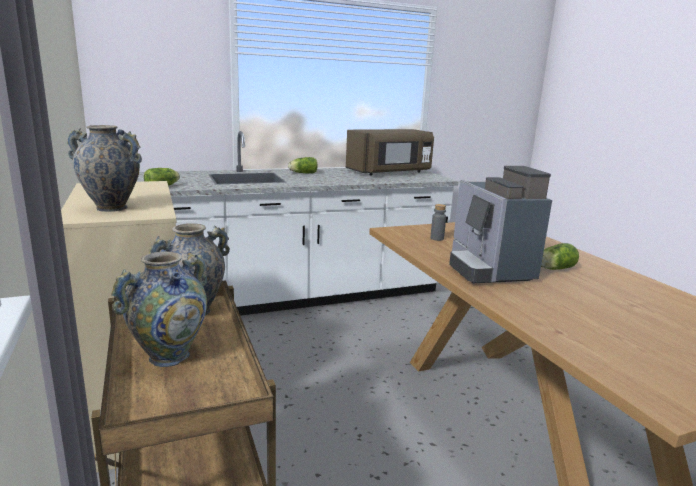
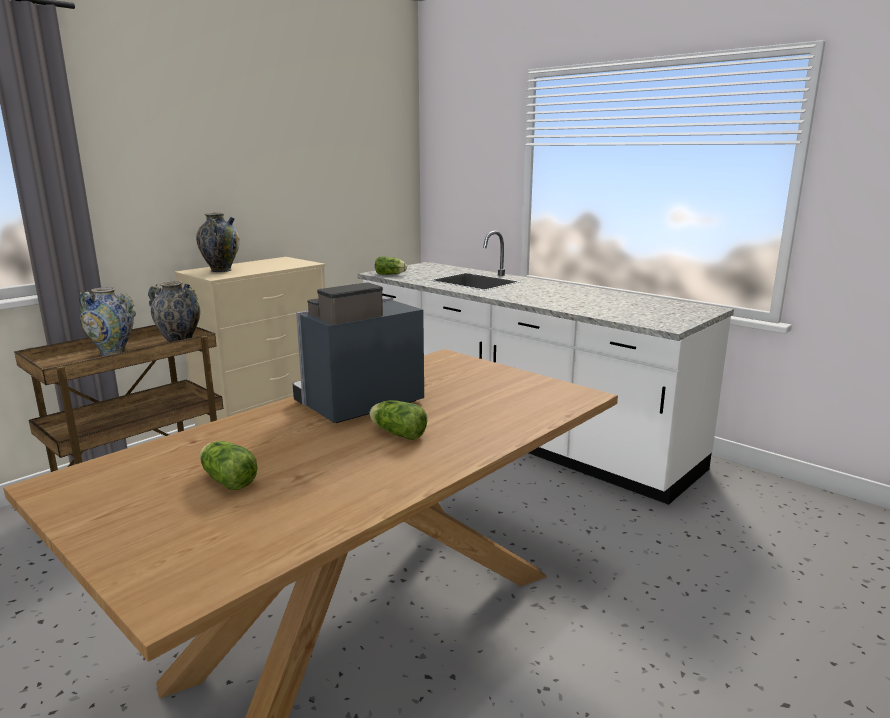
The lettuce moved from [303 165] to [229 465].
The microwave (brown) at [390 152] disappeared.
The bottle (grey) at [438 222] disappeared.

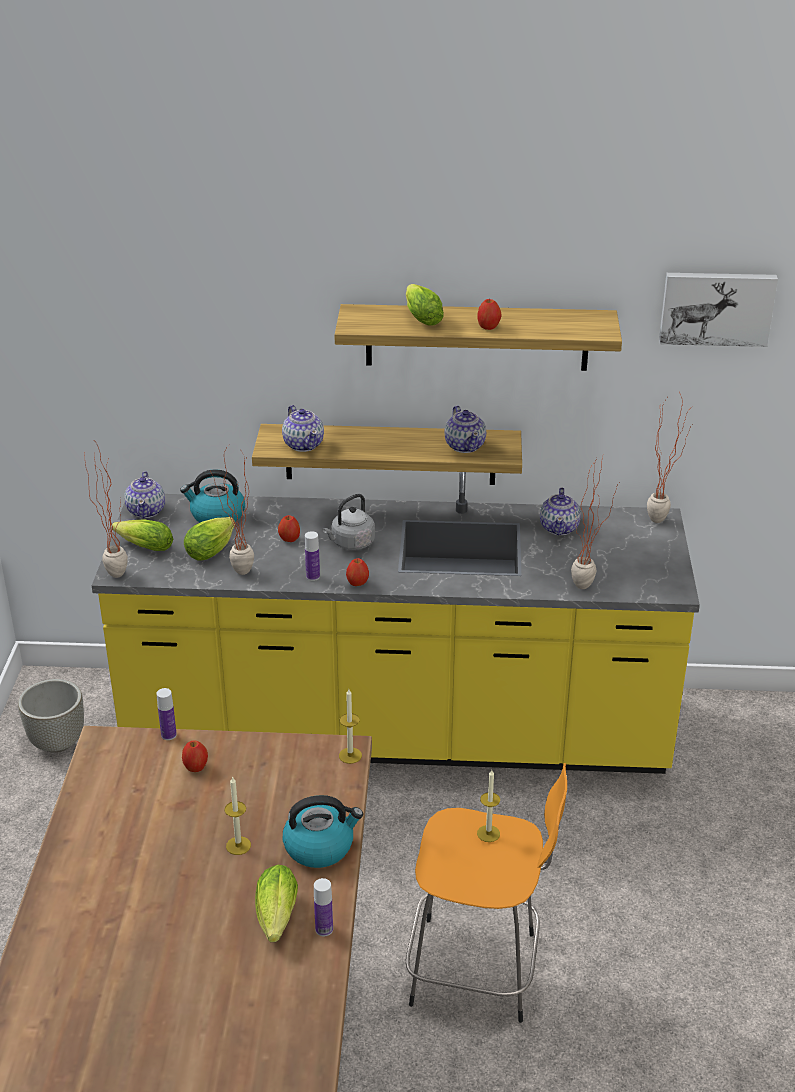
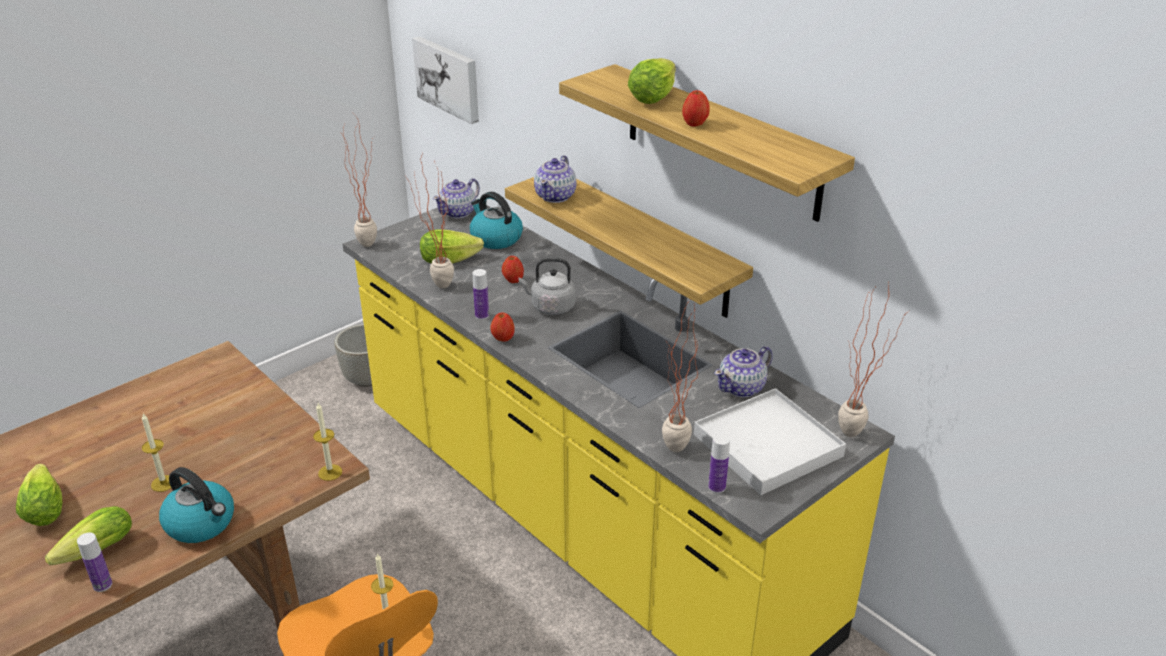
The lettuce moved from [142 535] to [39 495].
The bottle moved from [166 714] to [719 463].
The apple at [195 756] disappeared.
The teapot at [465 429] disappeared.
The picture moved from [718 310] to [445 80].
The tray (white) at [770 441] appeared.

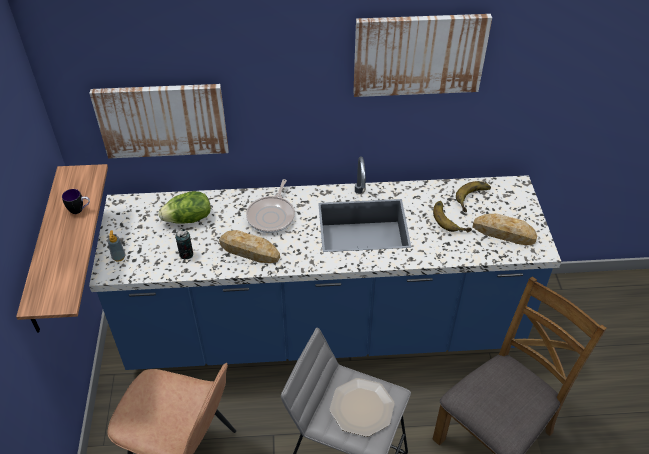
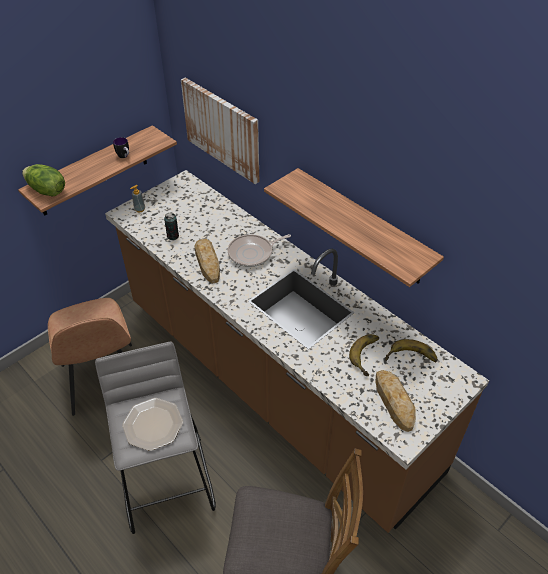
The counter (blue) at [325 263] became the counter (brown) at [297 351].
The lettuce moved from [185 207] to [43 180].
The picture at [422 55] disappeared.
The shelf at [354 227] appeared.

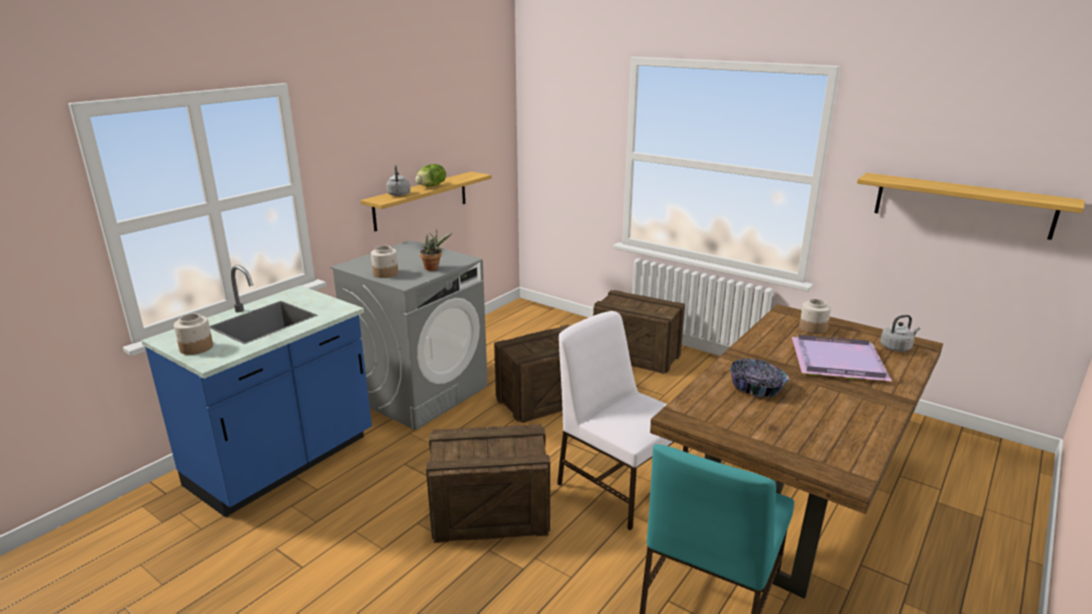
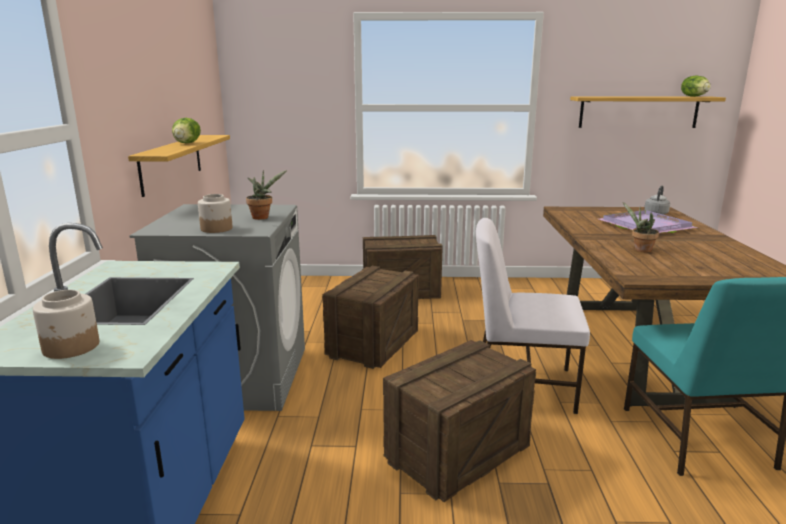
The kettle (grey) at [398 180] disappeared.
The bowl at [759 378] was replaced by the potted plant at [641 227].
The jar at [815 316] disappeared.
The lettuce at [696 86] appeared.

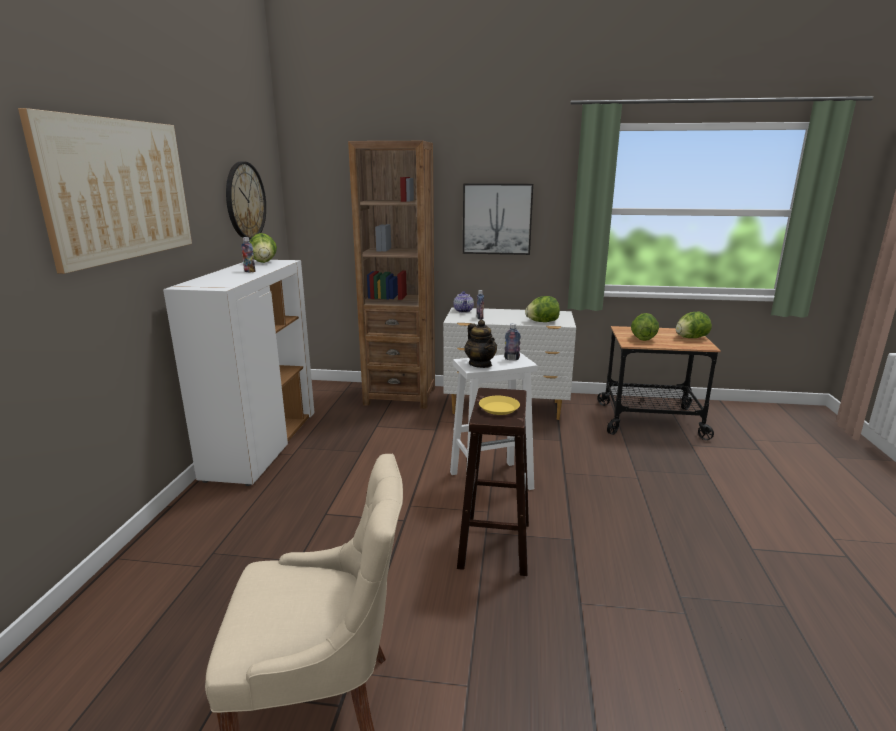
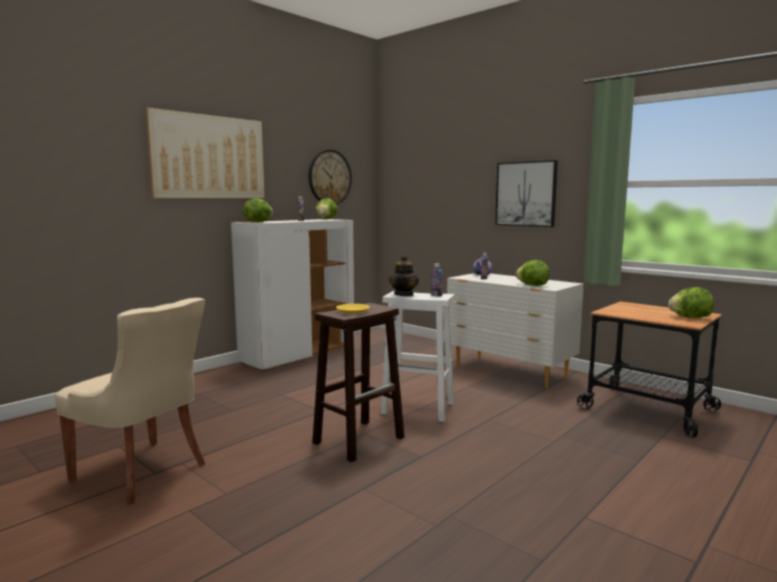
The bookcase (brown) at [391 275] disappeared.
The lettuce moved from [645 327] to [258 210].

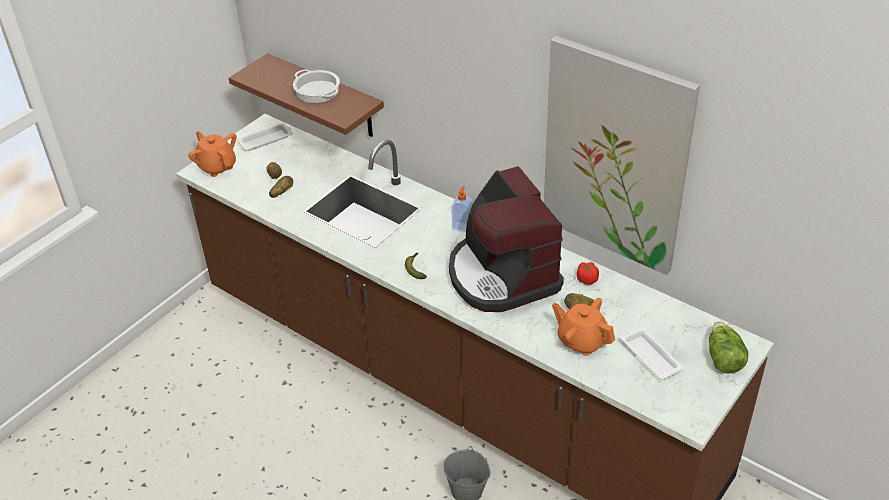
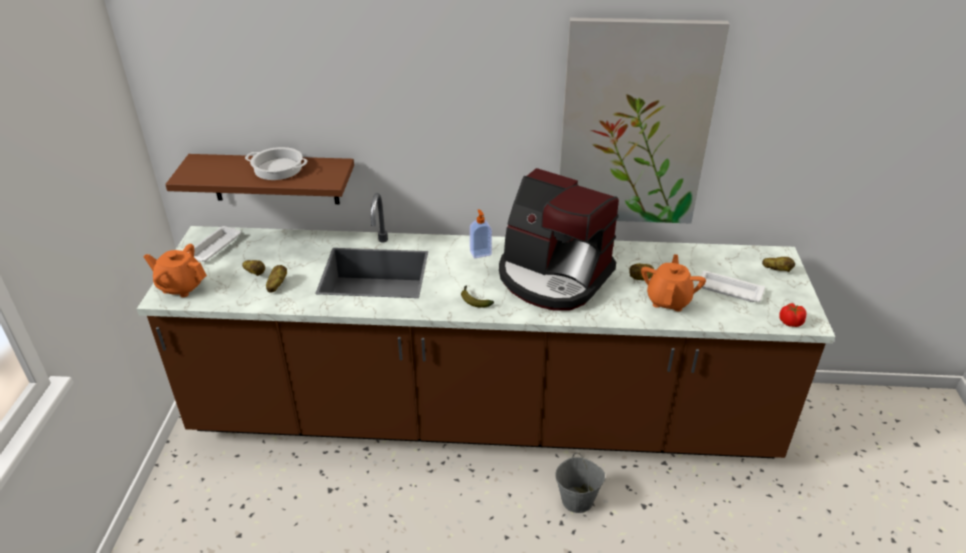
The teapot (orange) at [583 327] turned 105 degrees clockwise.
The tomato moved from [588 273] to [792 315].
The lettuce at [728 348] was replaced by the potato at [778 264].

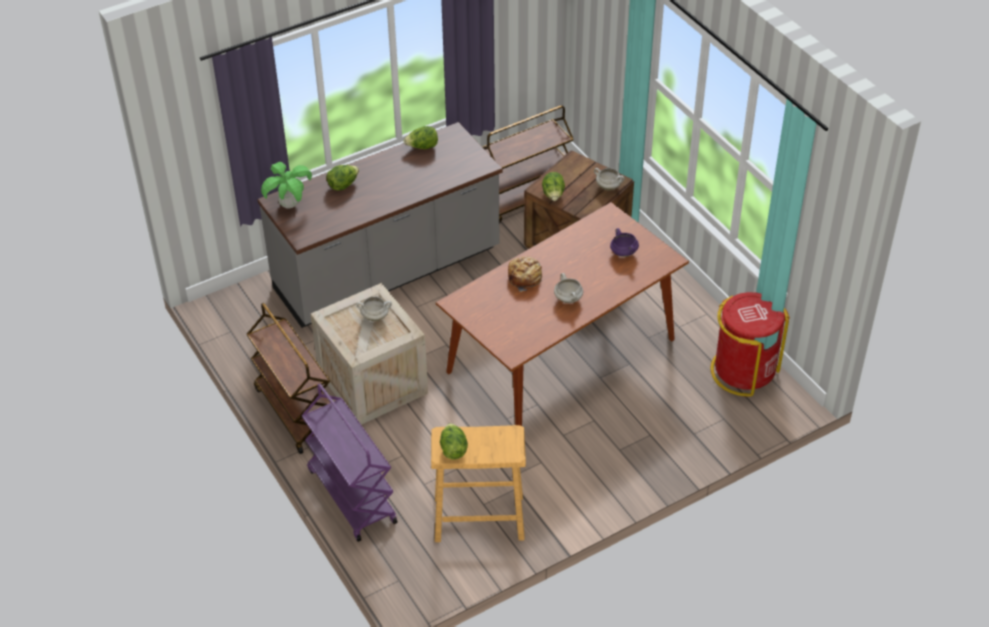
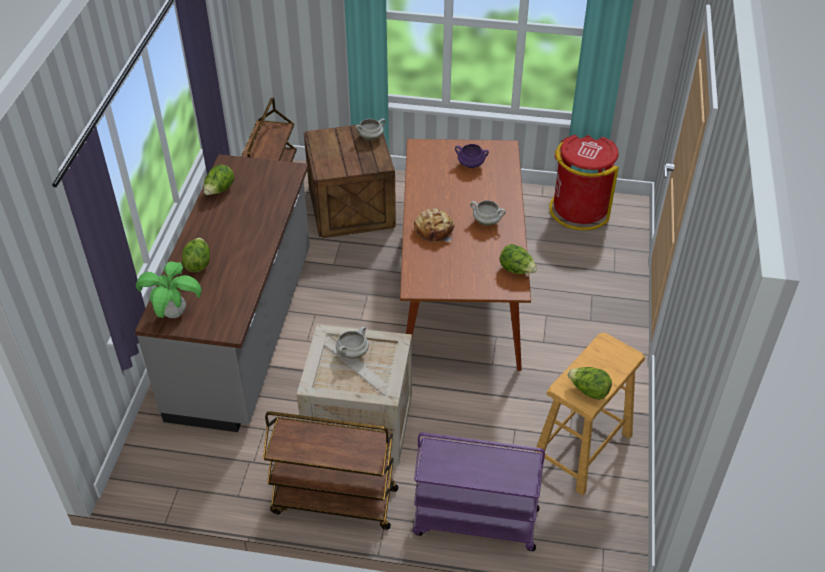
The lettuce moved from [553 186] to [518 259].

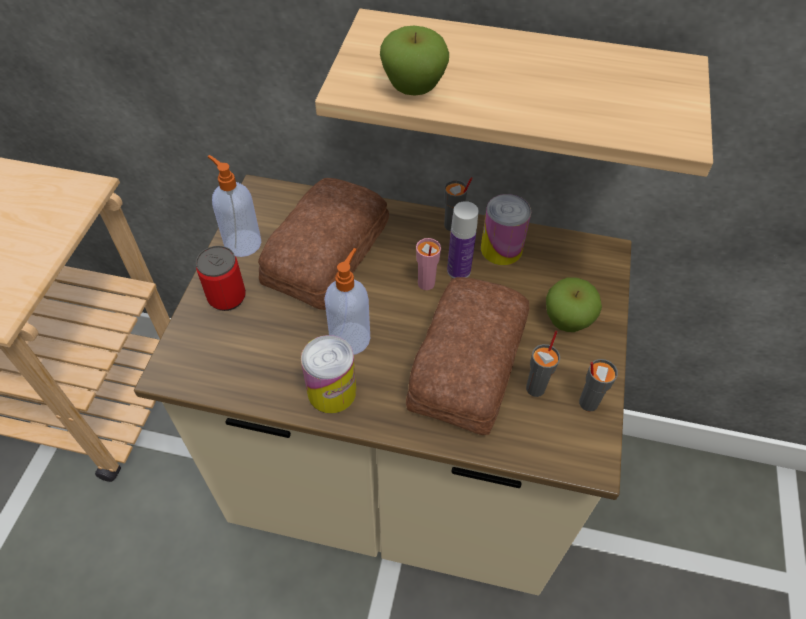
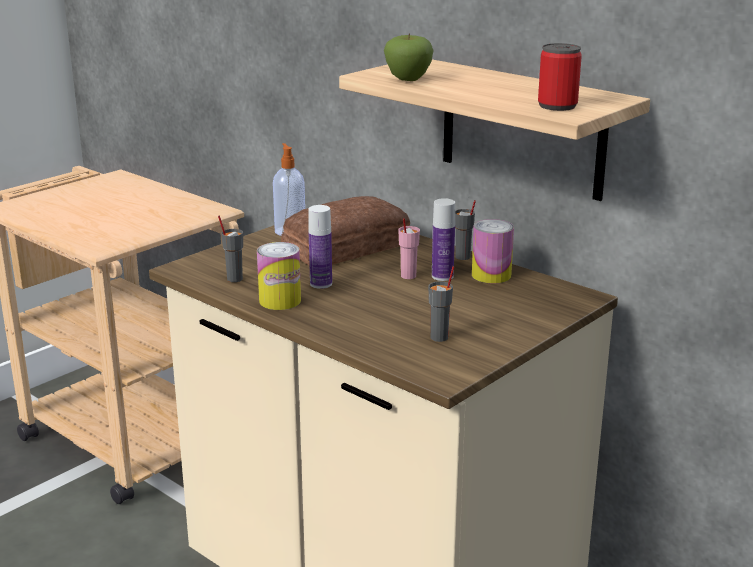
The can moved from [221 278] to [560 77].
The soap dispenser at [347 301] was replaced by the bottle at [320 247].
The bread at [467 356] disappeared.
The apple at [574 304] disappeared.
The cup (grey) moved from [598 385] to [230 249].

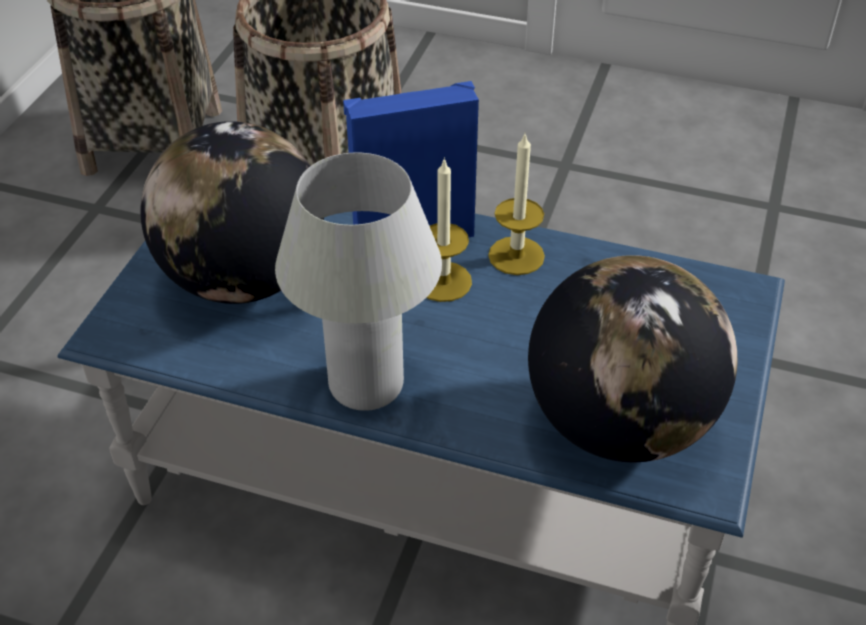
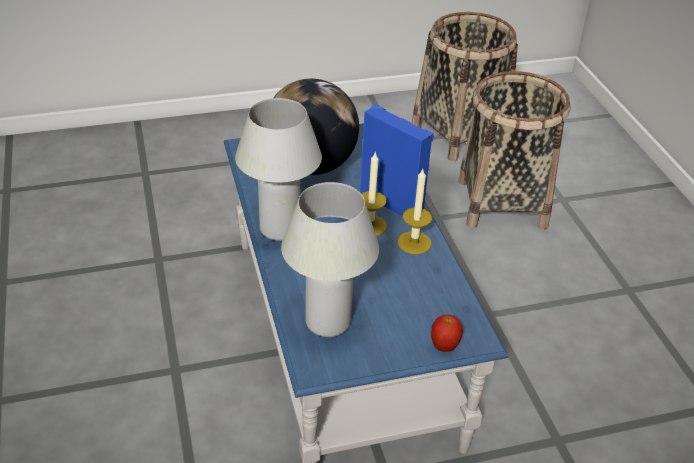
The globe at [633 358] was replaced by the table lamp (white) at [330 259].
The apple at [447 333] appeared.

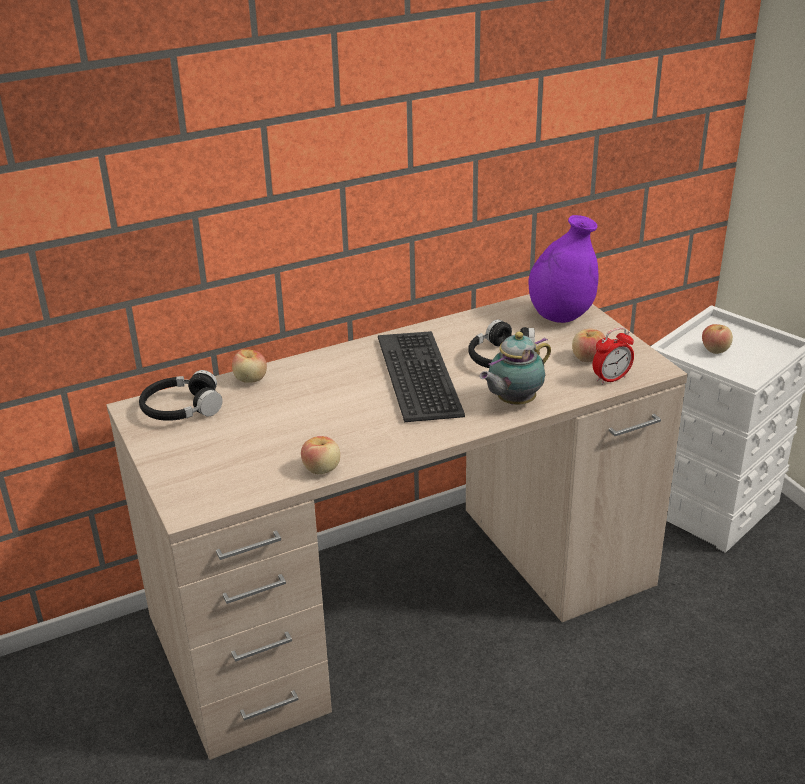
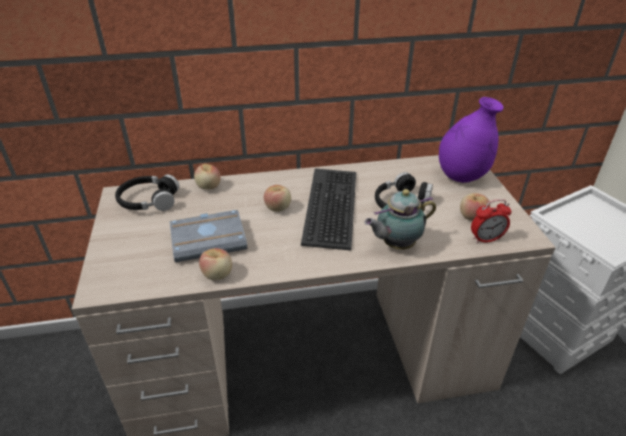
The apple moved from [717 339] to [277 198].
The book (grey) at [208 236] appeared.

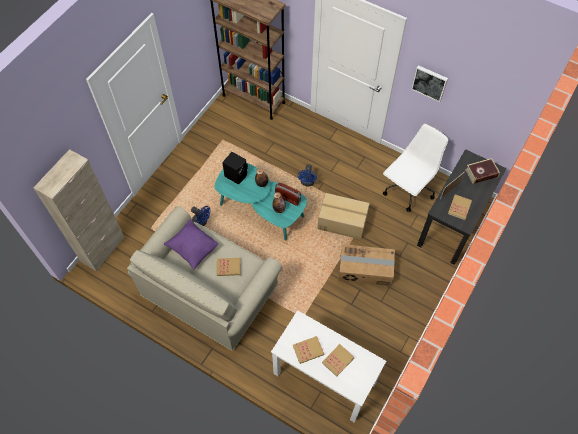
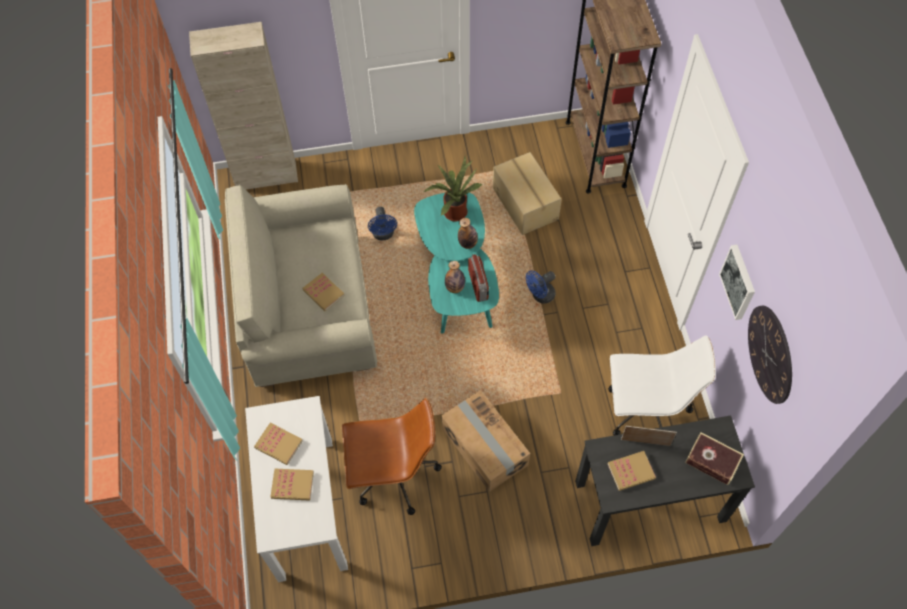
The pillow (purple) at [191 244] disappeared.
The speaker (black) at [235 168] was replaced by the potted plant at [453 189].
The cardboard box moved from [343 216] to [527 193].
The office chair (brown) at [392 456] appeared.
The wall clock at [770 355] appeared.

